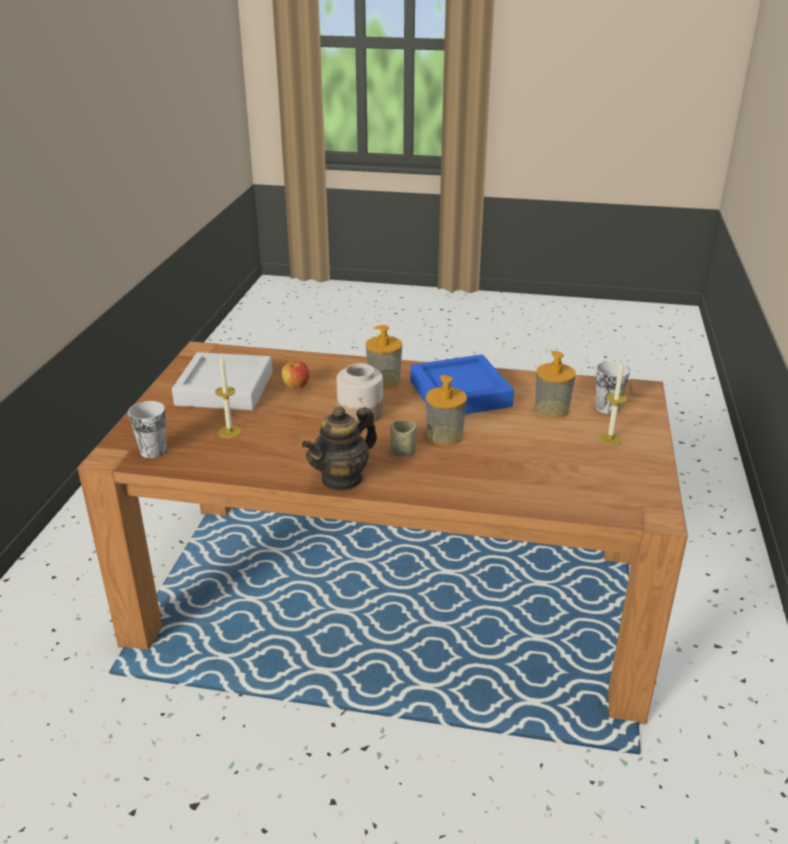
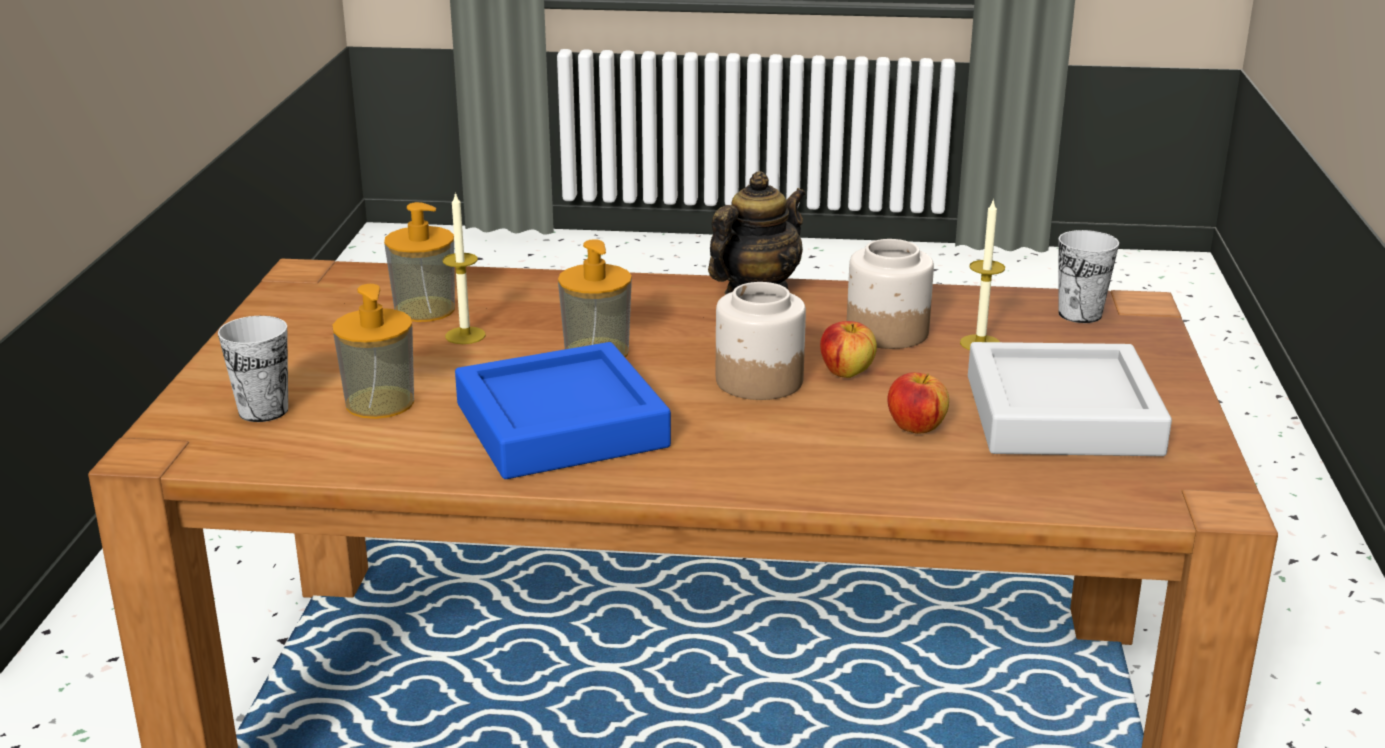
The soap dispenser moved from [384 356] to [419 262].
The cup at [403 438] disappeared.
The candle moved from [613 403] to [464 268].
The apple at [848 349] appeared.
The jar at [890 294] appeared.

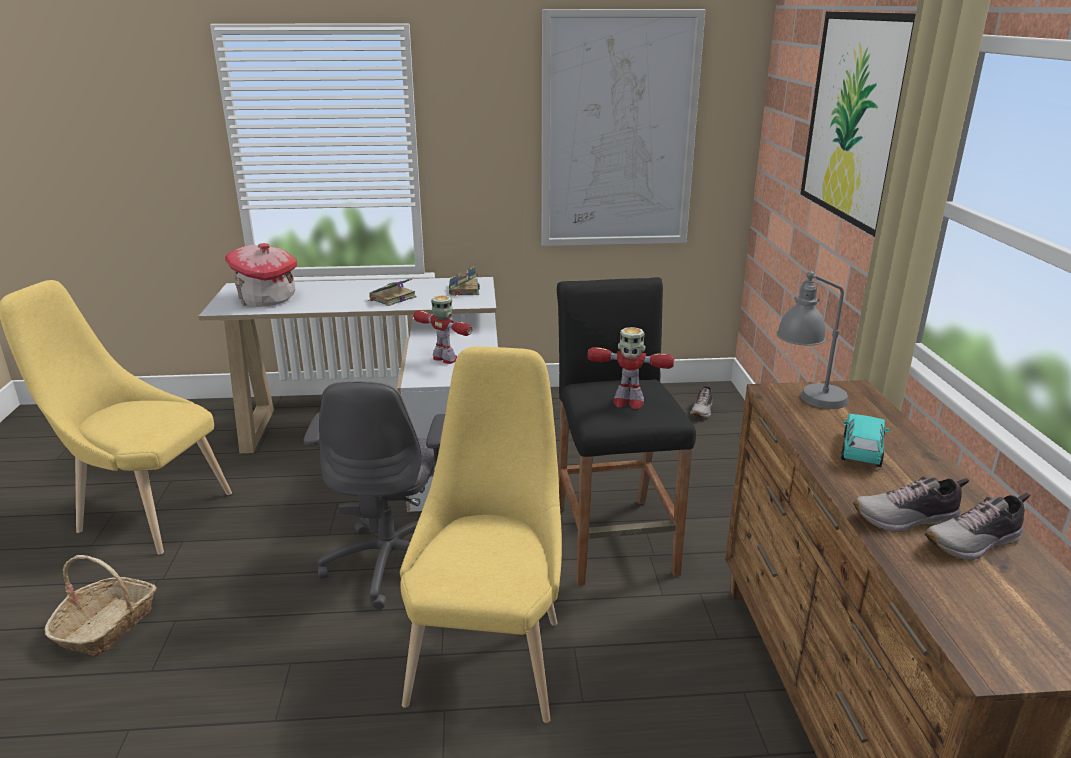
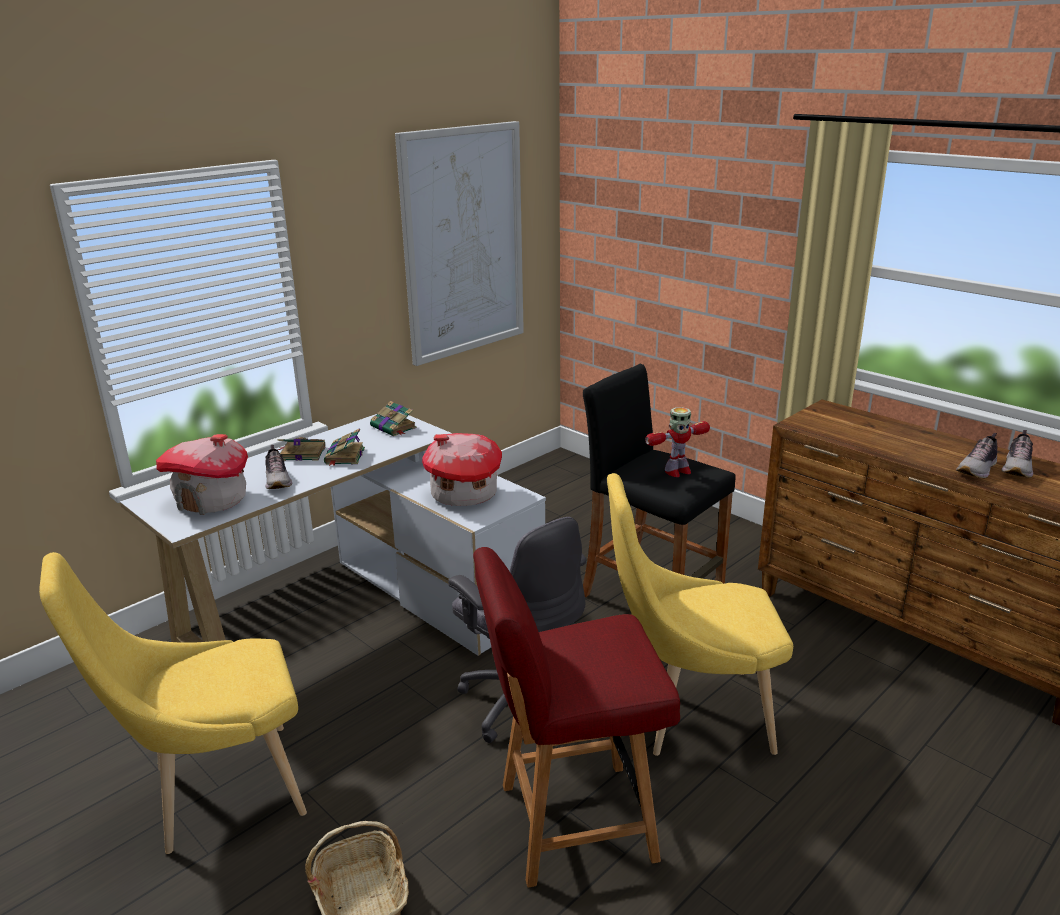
The chair (yellow) at [481 534] turned 60 degrees counterclockwise.
The toy robot at [442 329] was replaced by the toy house at [462 469].
The shoe moved from [701 400] to [278 467].
The table lamp (grey) at [812 340] disappeared.
The picture at [858 124] disappeared.
The toy car (turquoise) at [865 440] disappeared.
The book at [302 449] appeared.
The chair (red) at [576 717] appeared.

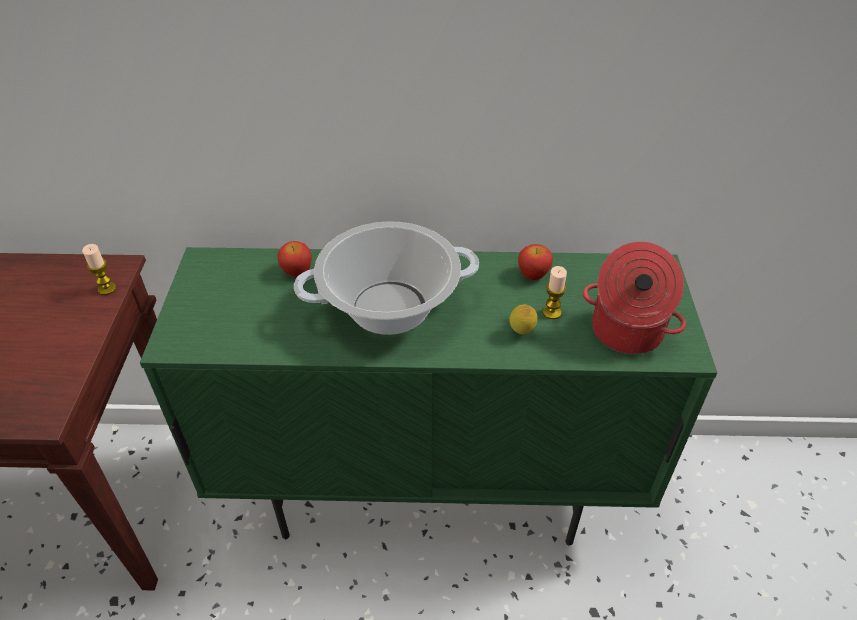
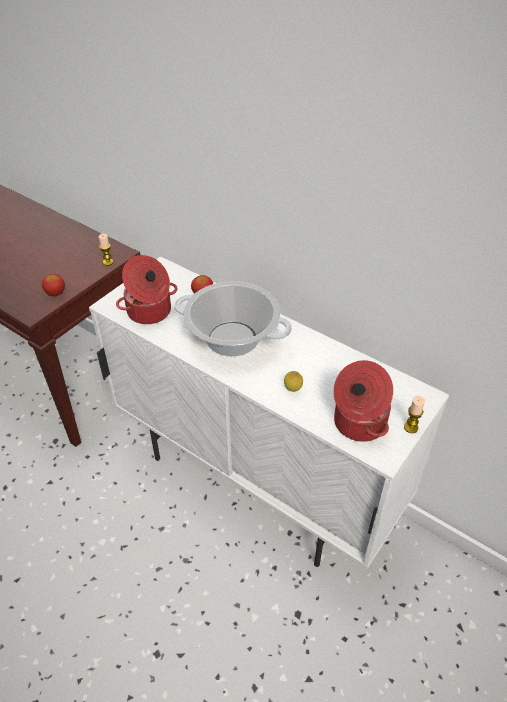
The cabinet (green) at [428 396] became the cabinet (white) at [269 412].
The apple moved from [535 262] to [53 285].
The candle moved from [555 292] to [414 414].
The cooking pot at [147 289] appeared.

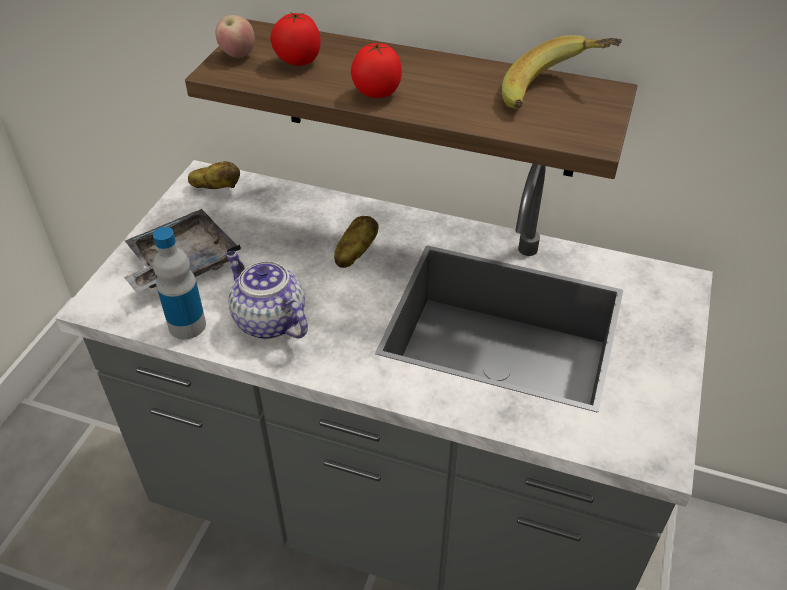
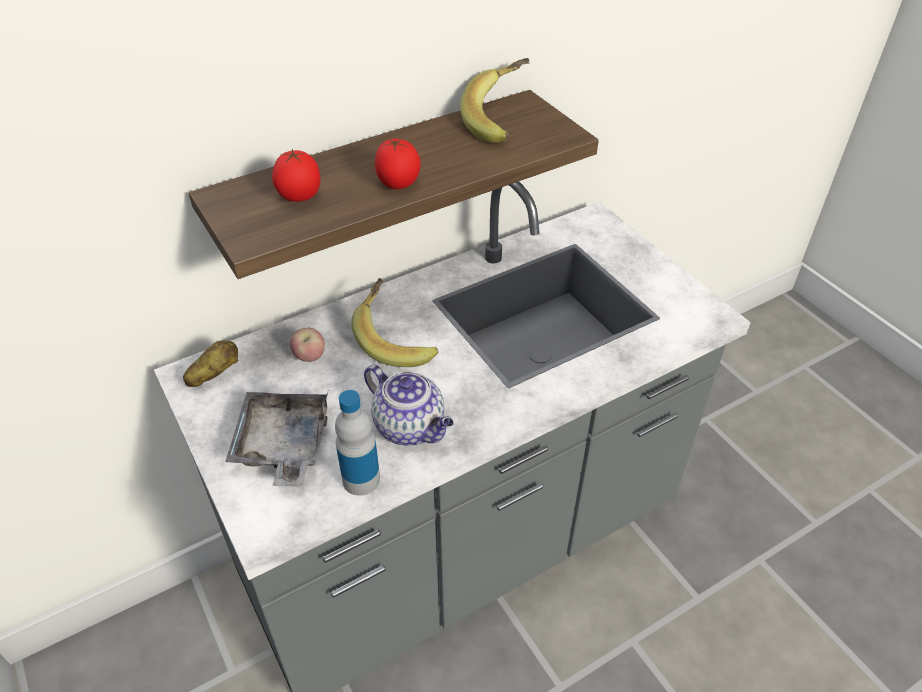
The apple moved from [235 36] to [307 345].
The teapot at [267 295] turned 135 degrees counterclockwise.
The potato at [356 242] was replaced by the banana at [394 322].

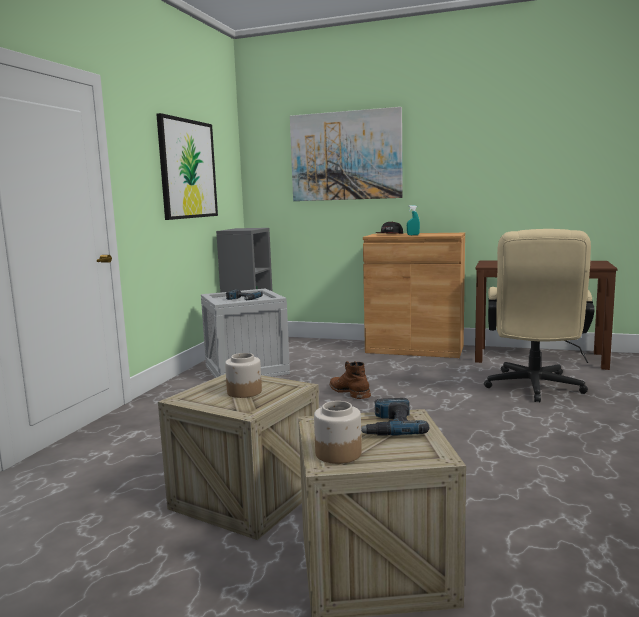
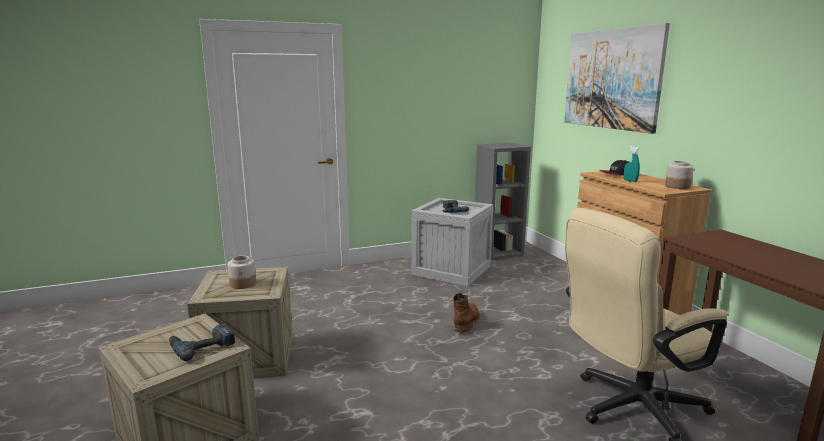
The picture at [187 166] disappeared.
The jar moved from [338 432] to [679 175].

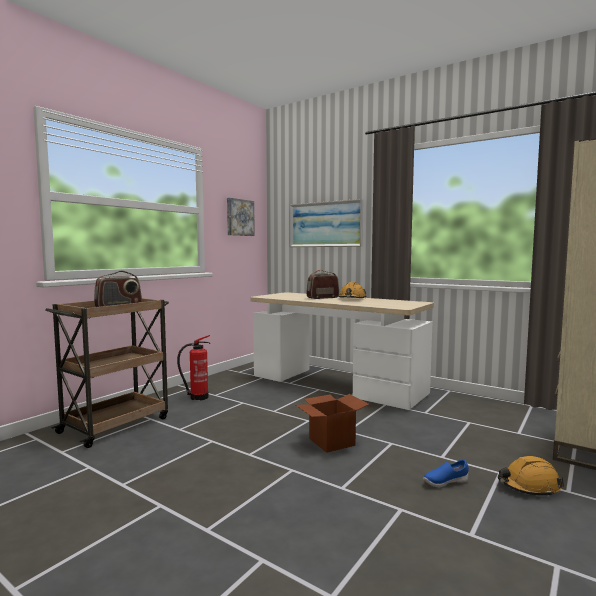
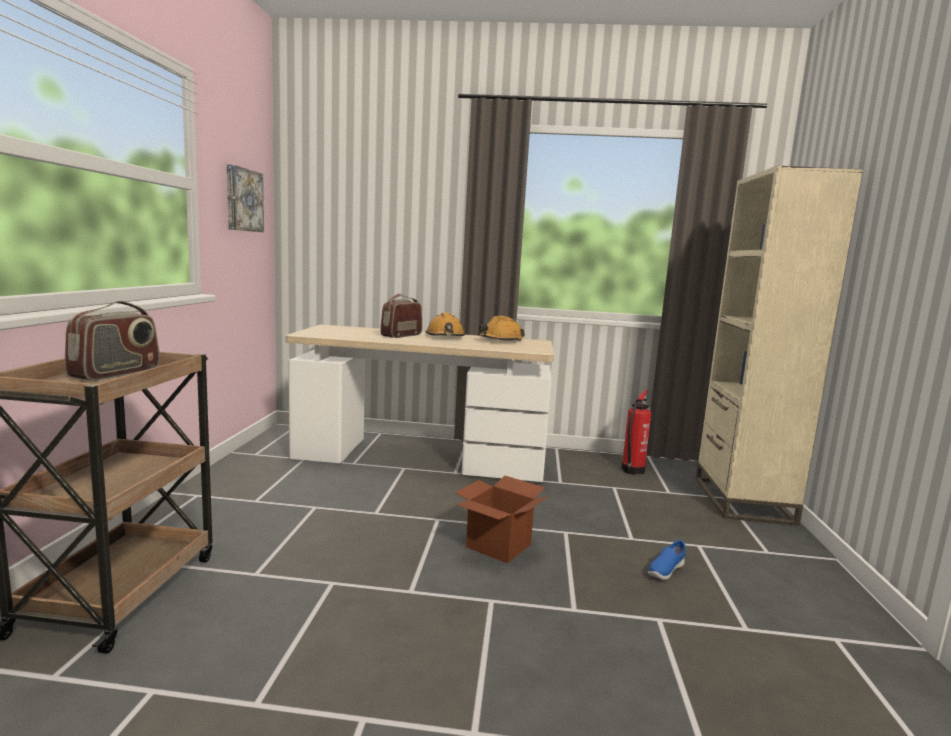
The fire extinguisher moved from [193 367] to [636 432].
The picture at [326 223] disappeared.
The hard hat (orange) moved from [531 476] to [501 329].

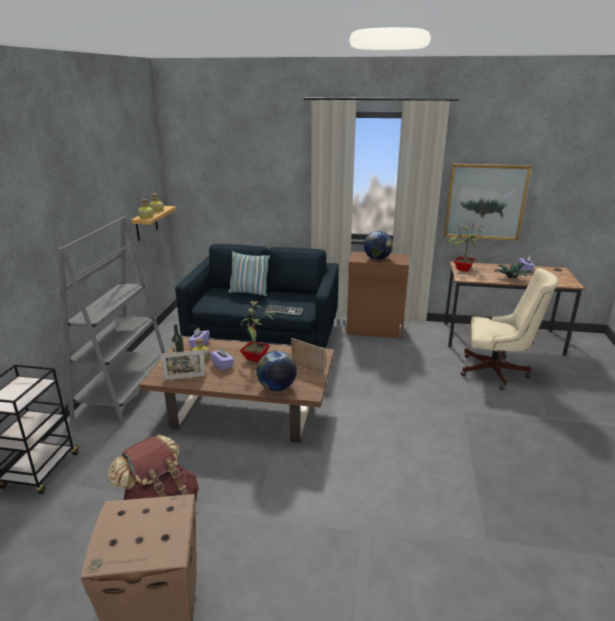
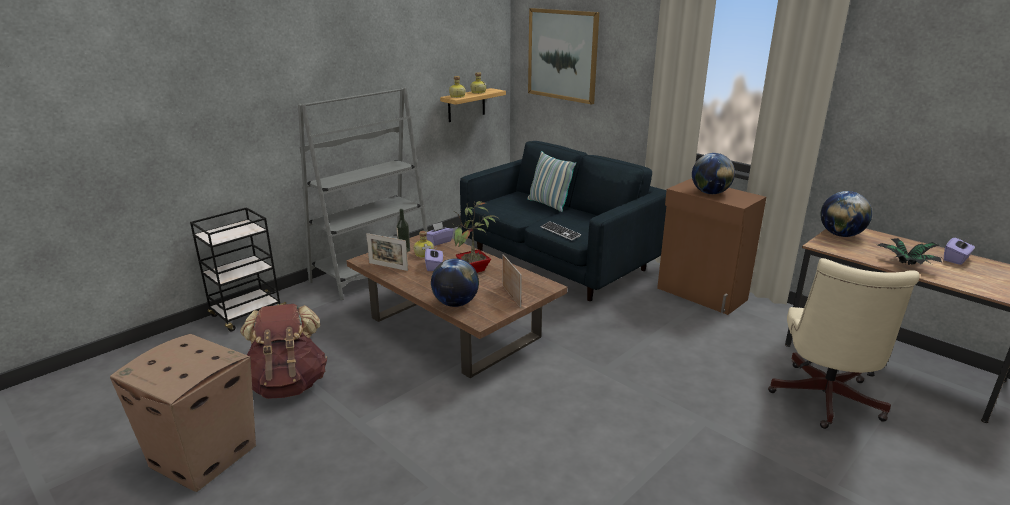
The picture moved from [488 202] to [563 56].
The potted plant at [465 247] was replaced by the globe at [846 214].
The office chair (beige) at [510 329] turned 60 degrees clockwise.

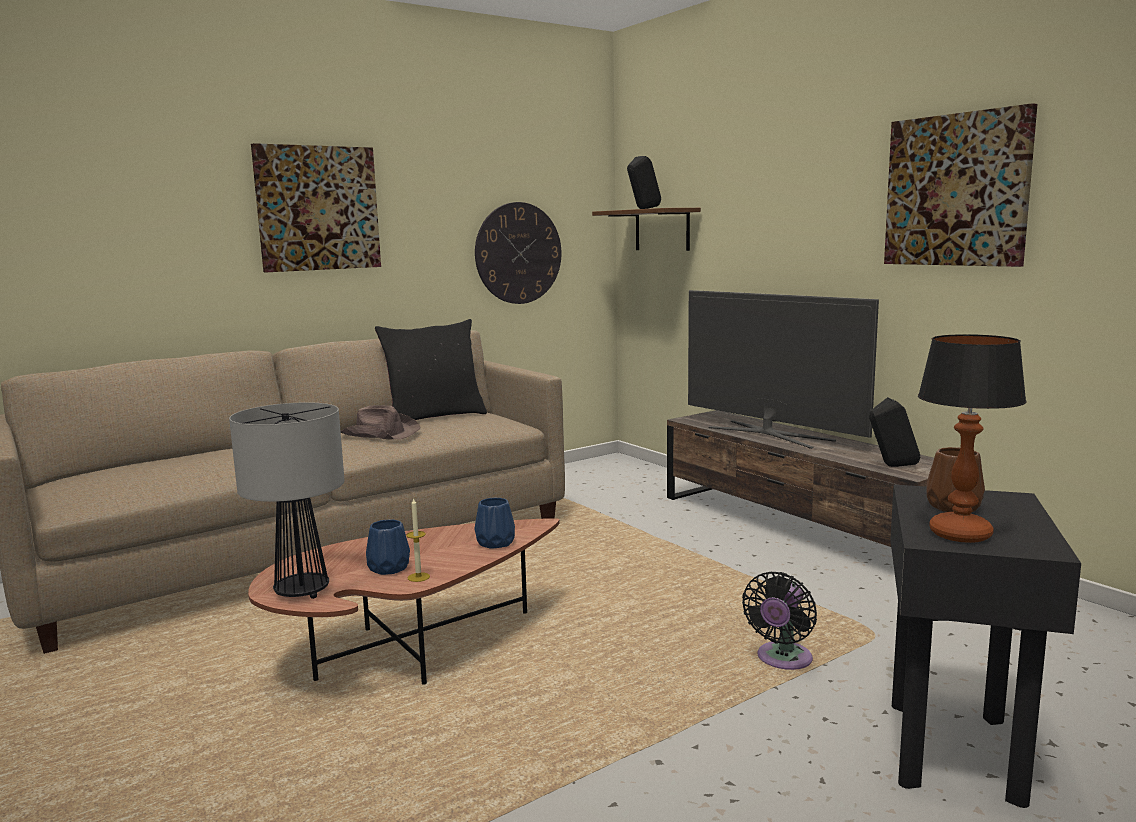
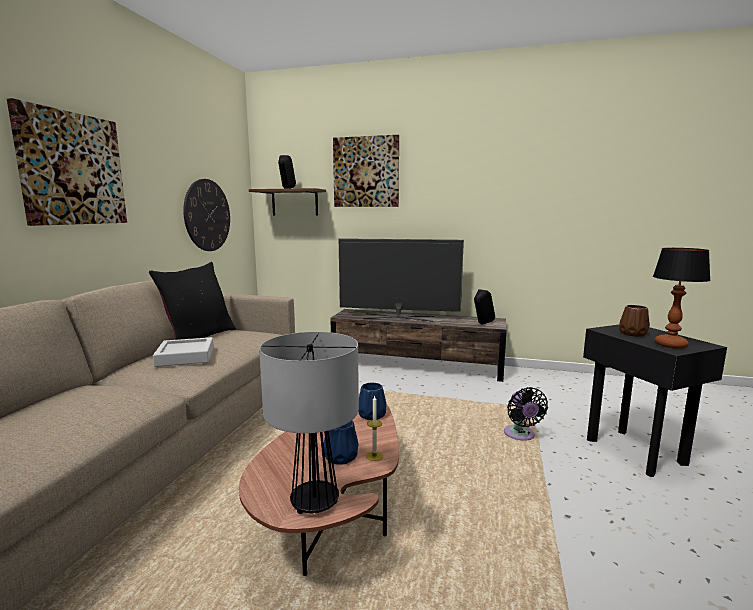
The hat (brown) at [381 422] was replaced by the tray (grey) at [183 352].
The picture moved from [960 185] to [366 171].

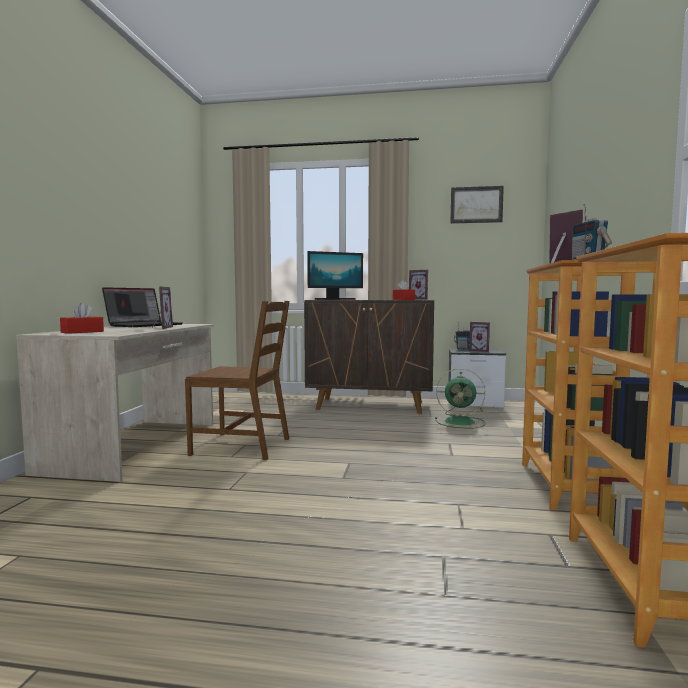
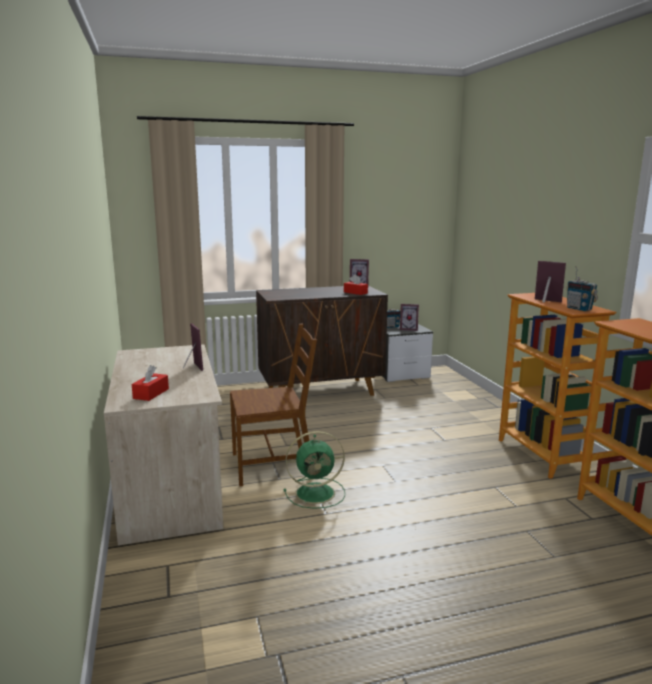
The laptop at [142 307] disappeared.
The monitor at [335 275] disappeared.
The fan (green) moved from [460 398] to [314 470].
The picture at [477 204] disappeared.

